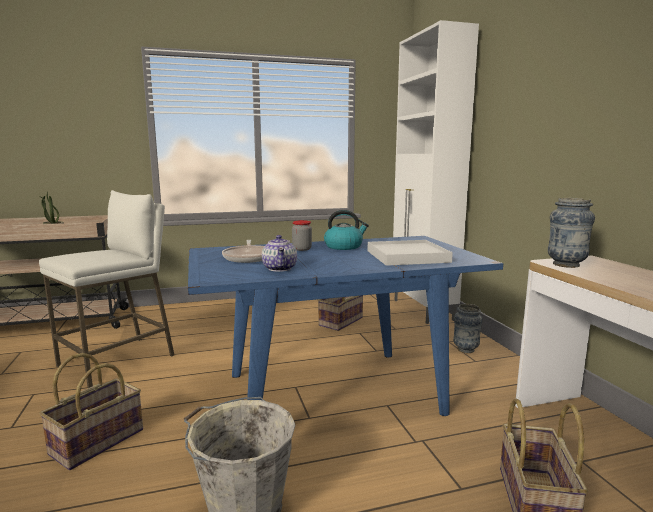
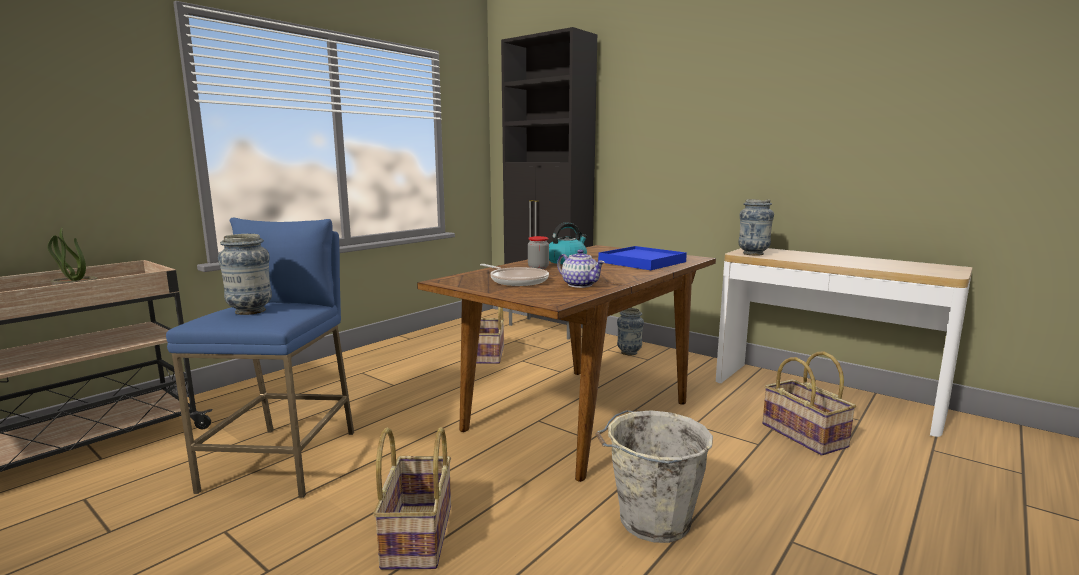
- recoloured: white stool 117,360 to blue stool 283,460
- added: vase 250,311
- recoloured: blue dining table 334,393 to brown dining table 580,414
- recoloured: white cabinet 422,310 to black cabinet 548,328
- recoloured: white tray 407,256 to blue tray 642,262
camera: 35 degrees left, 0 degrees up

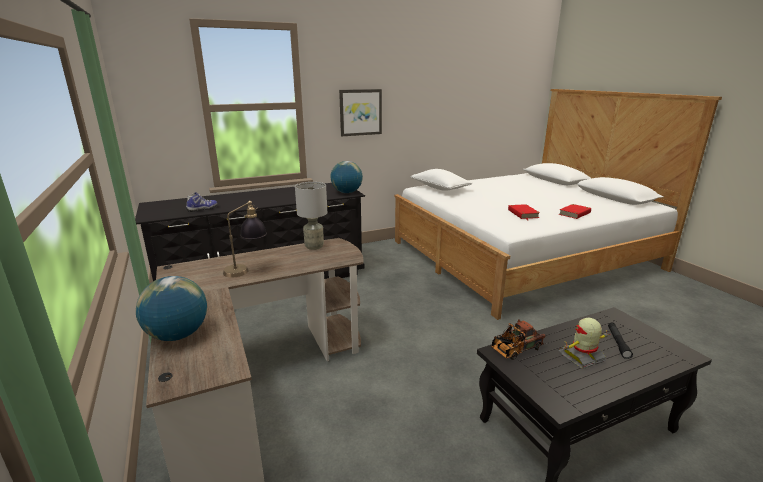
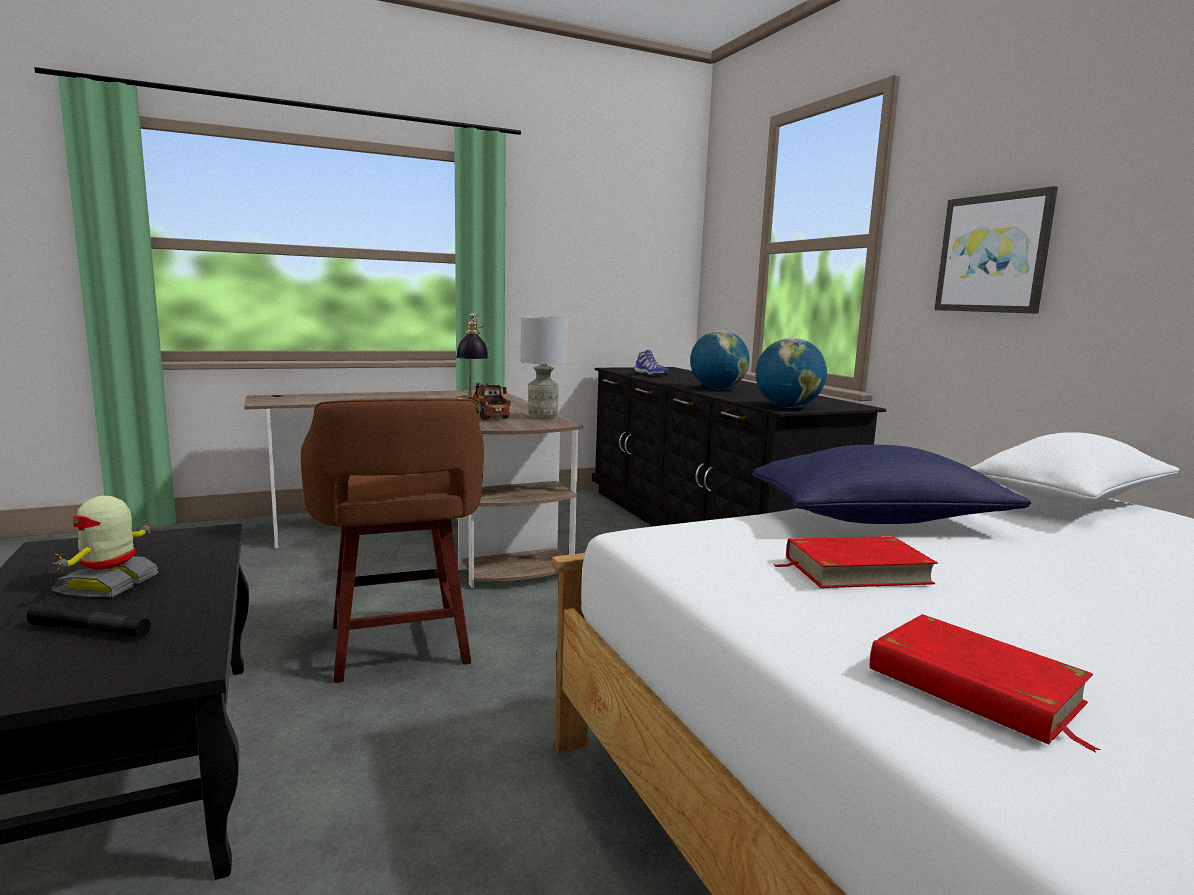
- turned: toy robot 582,357 = 109,584 150 degrees counterclockwise
- added: brown stool 399,647
- moved: toy truck 514,350 to 487,415
- moved: globe 178,335 to 717,389
- added: blue pillow 879,520
camera: 90 degrees right, 10 degrees down

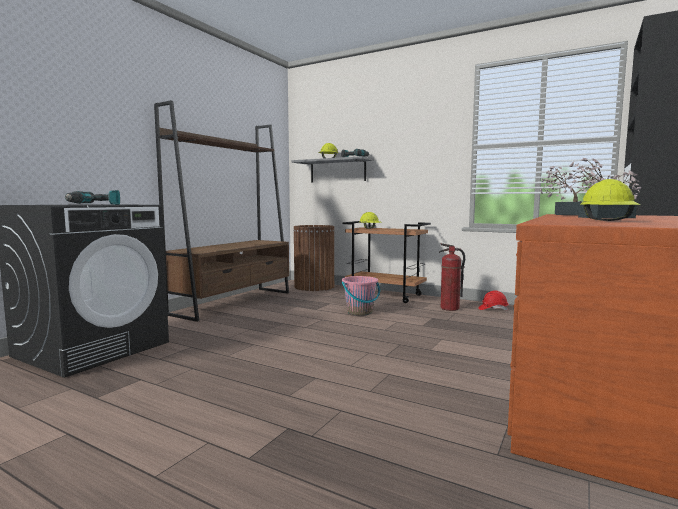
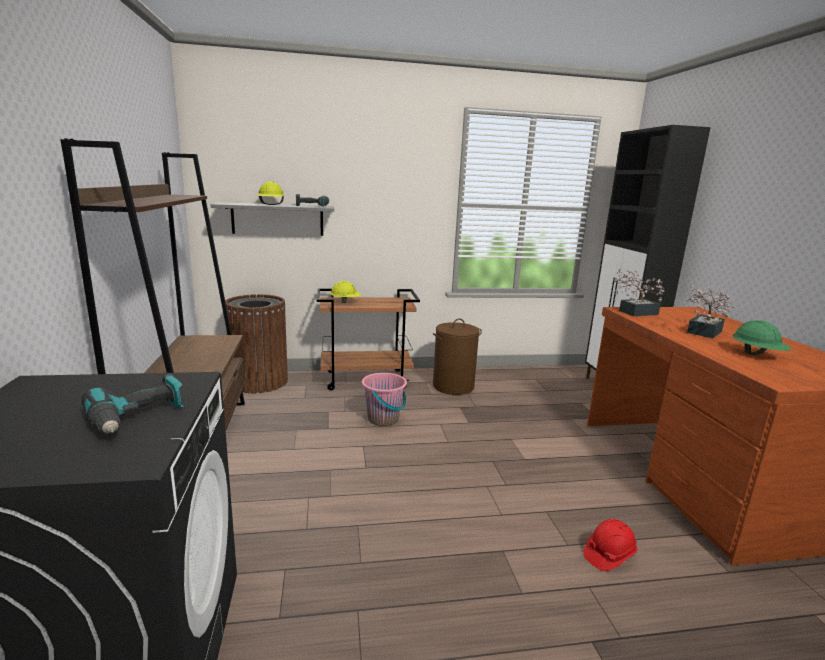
- replaced: fire extinguisher 449,308 to brown laundry basket 453,386
- moved: red hard hat 493,309 to 608,555
- recoloured: yellow hard hat 608,220 to green hard hat 757,354
camera: 40 degrees left, 10 degrees up

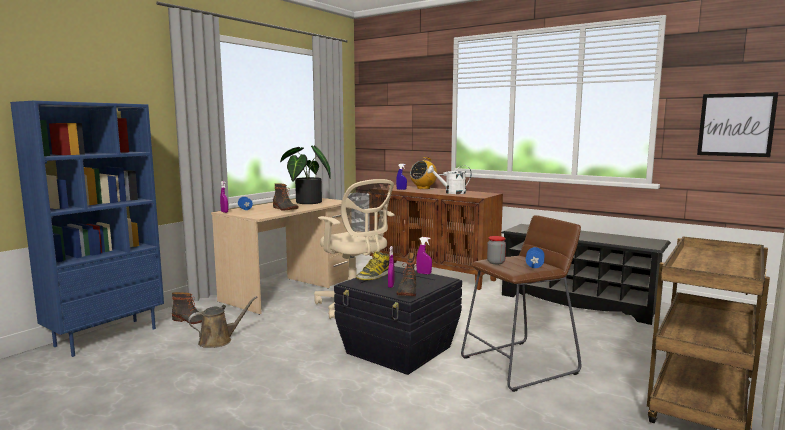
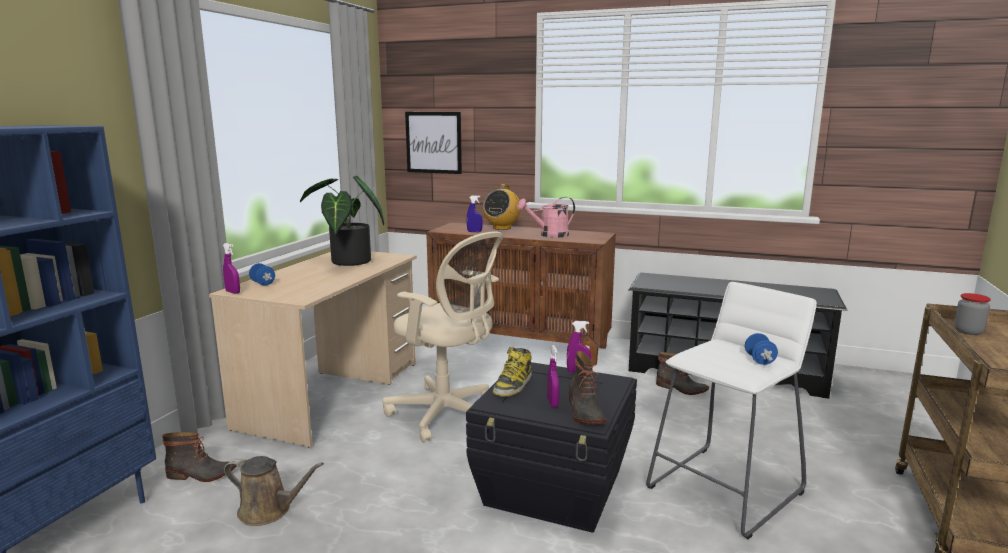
- turned: brown watering can 218,340 = 269,511 60 degrees clockwise
- moved: picture 736,125 to 433,142
- recoloured: white watering can 451,192 to pink watering can 549,235
- recoloured: brown stool 519,365 to white stool 725,489
- moved: boot 284,209 to 681,389
- moved: jar 496,262 to 968,331
camera: 15 degrees left, 5 degrees up

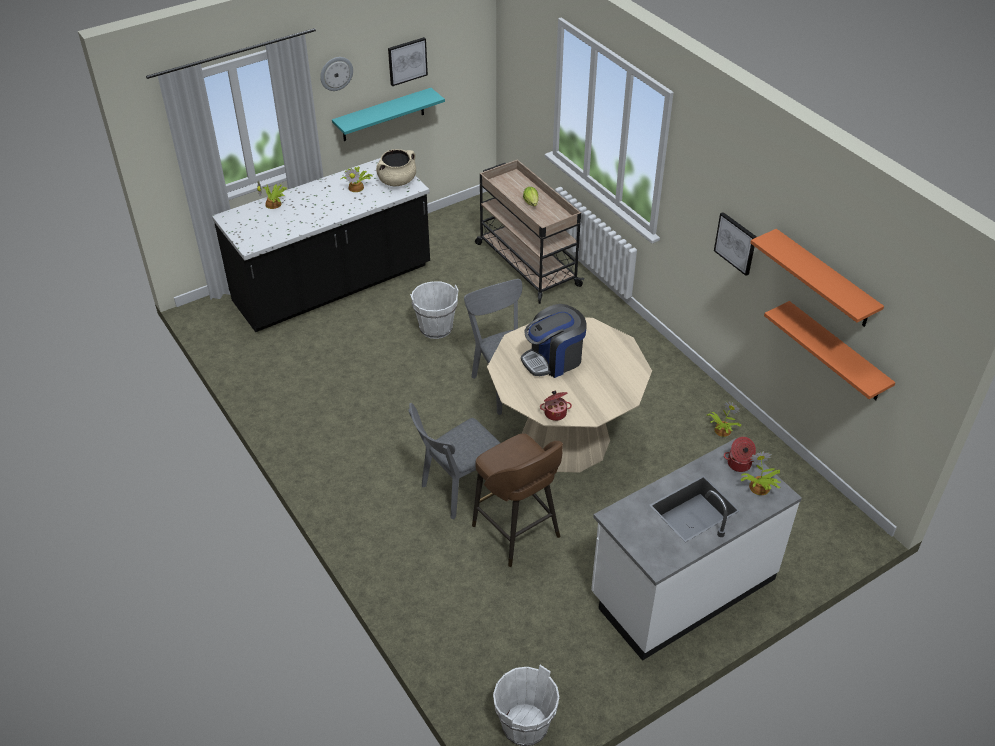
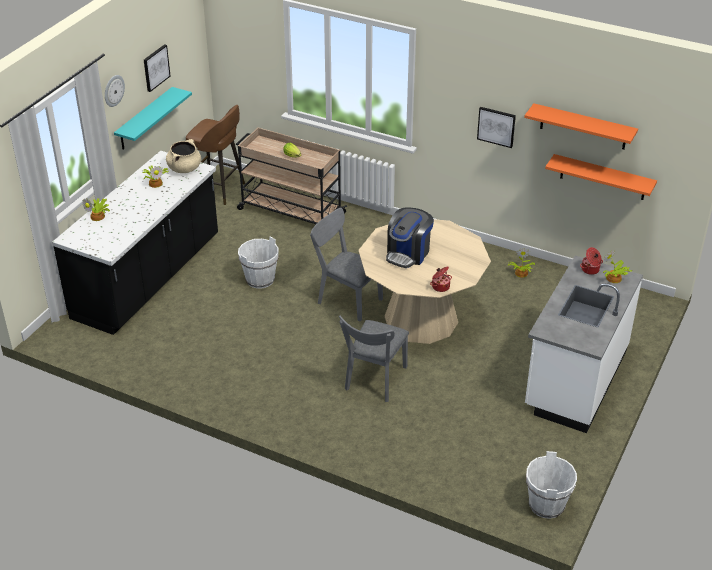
- moved: brown stool 517,533 to 218,190
camera: 30 degrees left, 5 degrees down

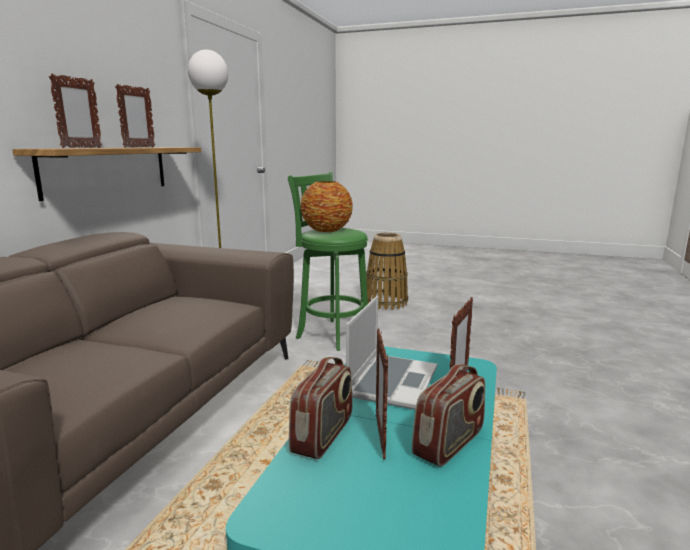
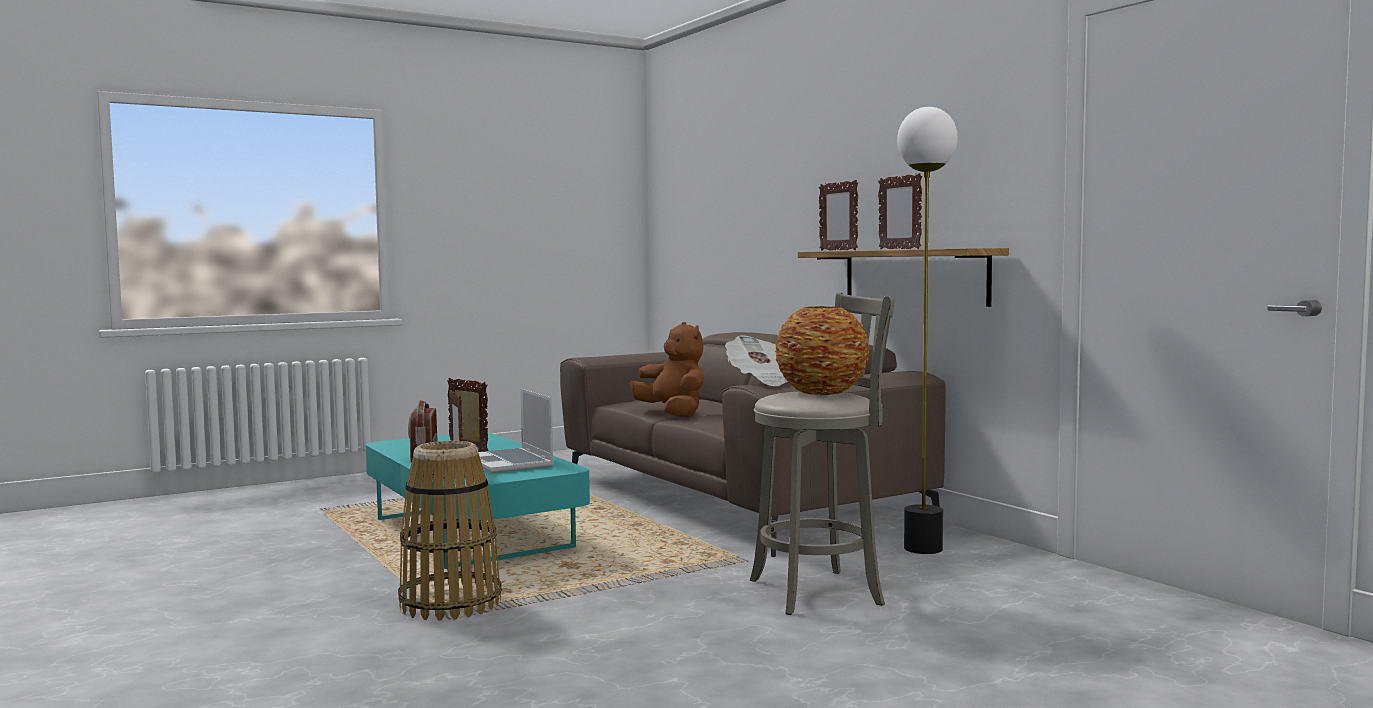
- moved: basket 386,303 to 450,603
- added: brown plush toy 673,414
- added: newspaper 762,382
- recoloured: green stool 331,333 to grey stool 822,591
- removed: radio 323,435
camera: 130 degrees right, 10 degrees down

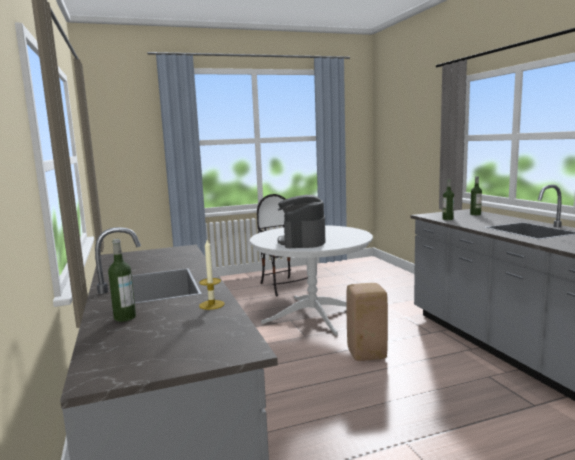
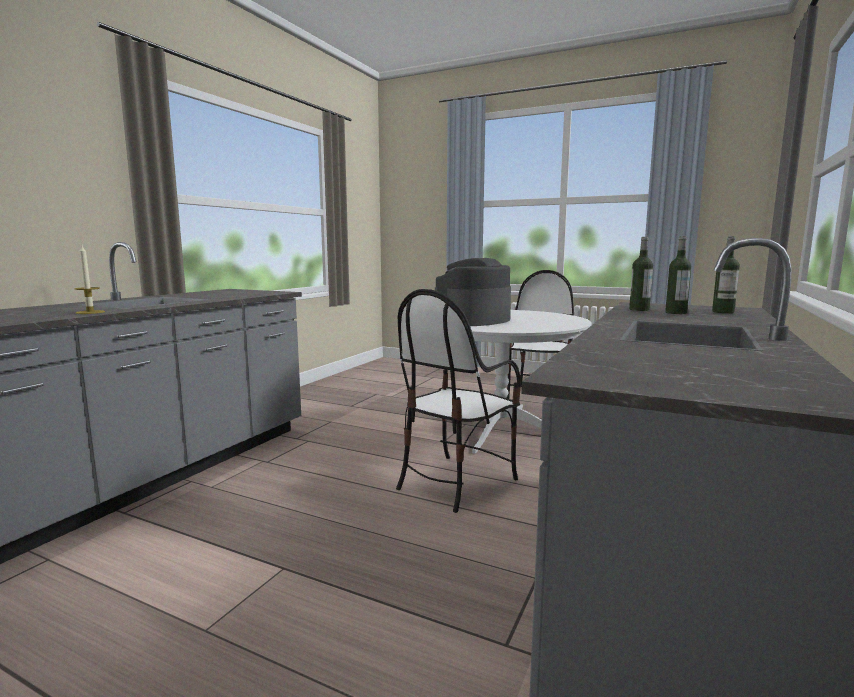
- replaced: beige stool 366,354 to chair 455,482
- moved: bottle 125,317 to 675,312
camera: 45 degrees right, 0 degrees up

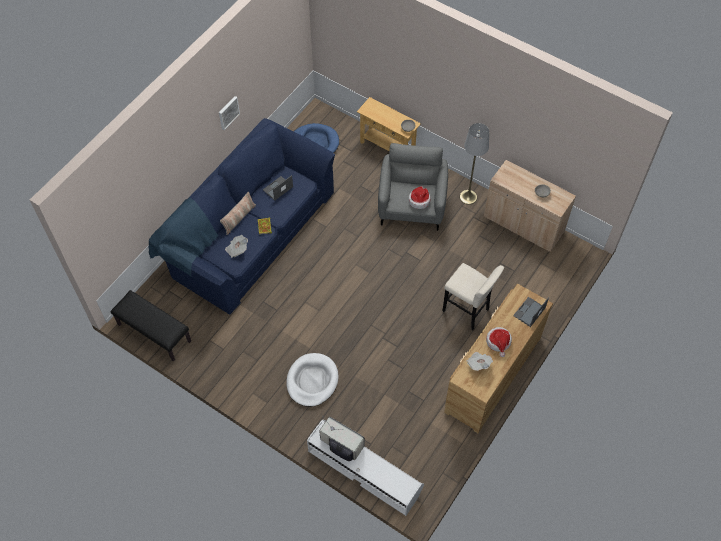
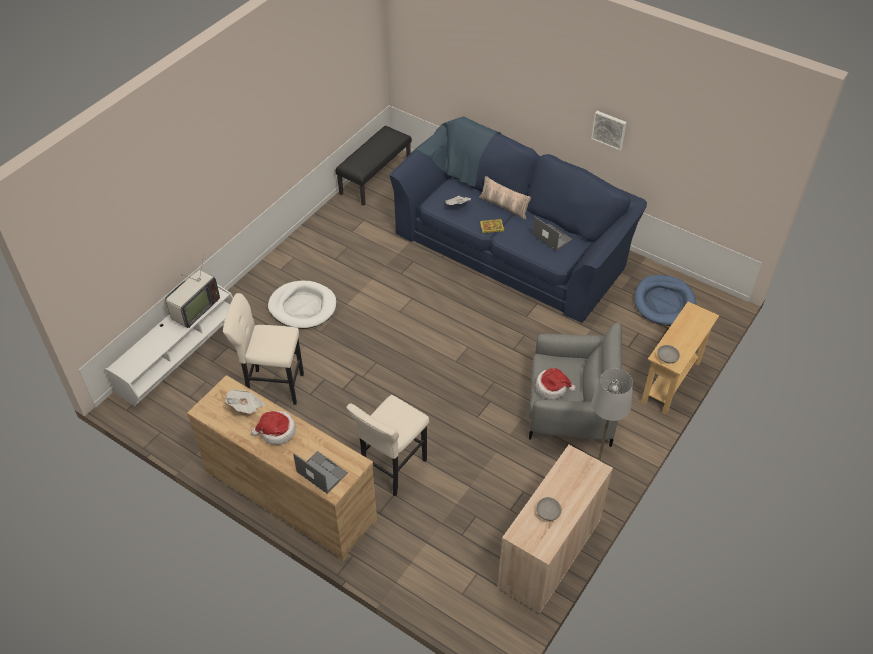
- added: beige stool 272,386
camera: 90 degrees right, 10 degrees down

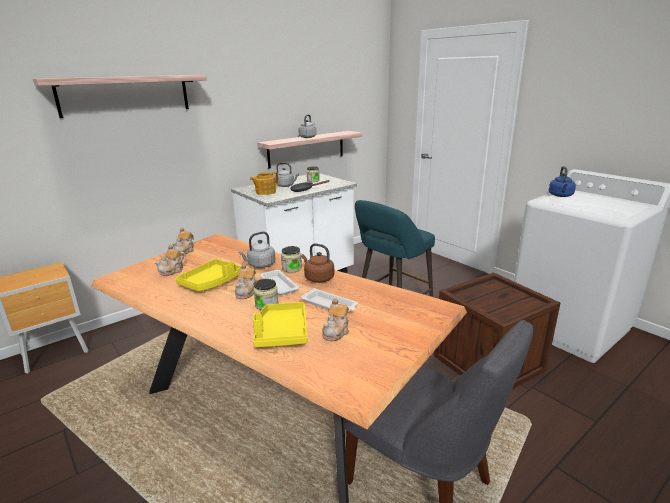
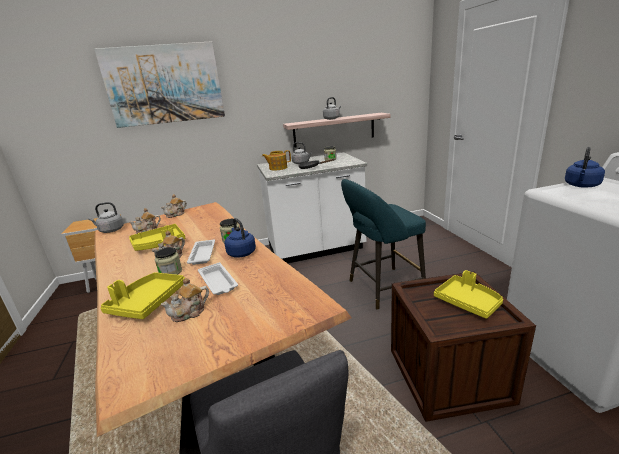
- moved: grey kettle 260,265 to 110,230
- replaced: shelf 125,95 to picture 164,85
- recoloured: brown kettle 318,278 to blue kettle 241,252
- added: yellow tray 467,302
camera: 25 degrees right, 0 degrees up

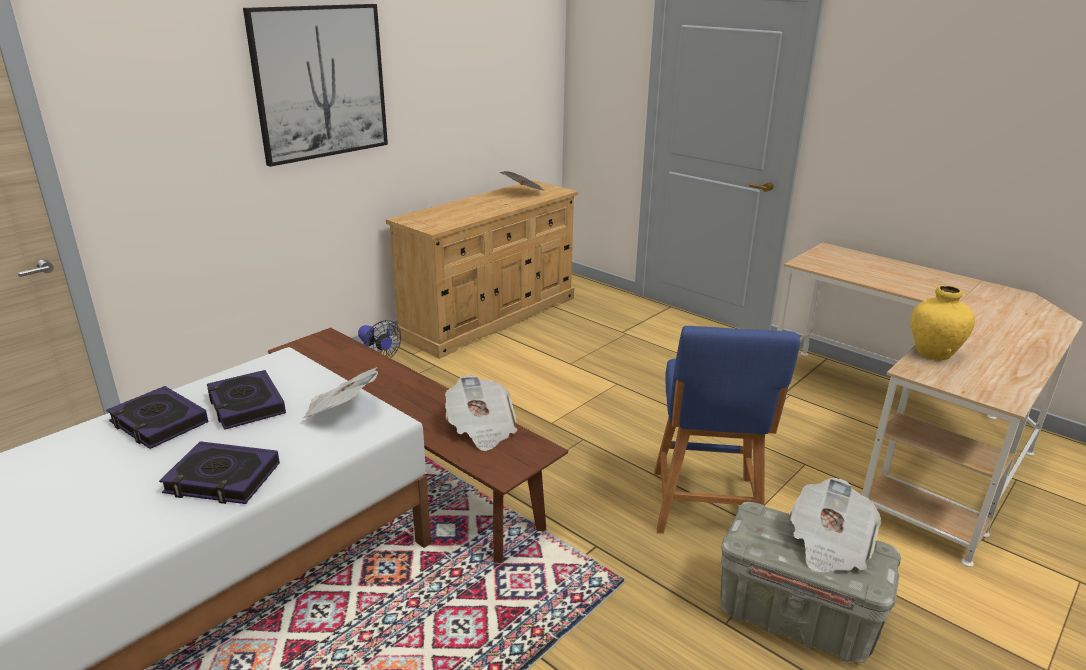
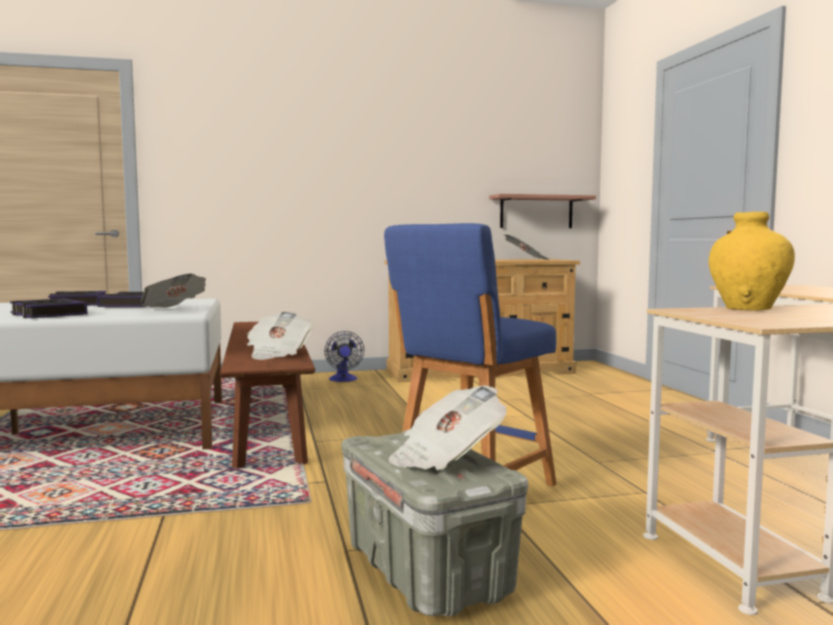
- added: shelf 536,212
- removed: picture 320,82
camera: 35 degrees right, 20 degrees down

